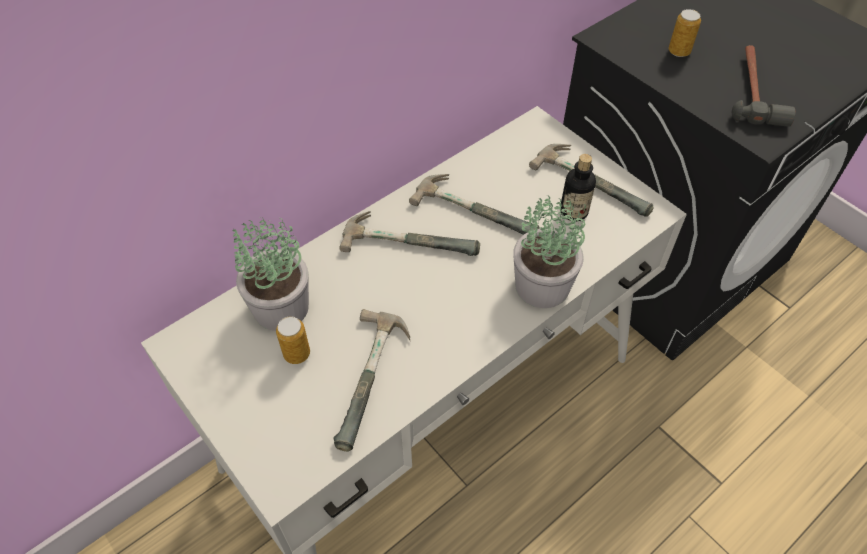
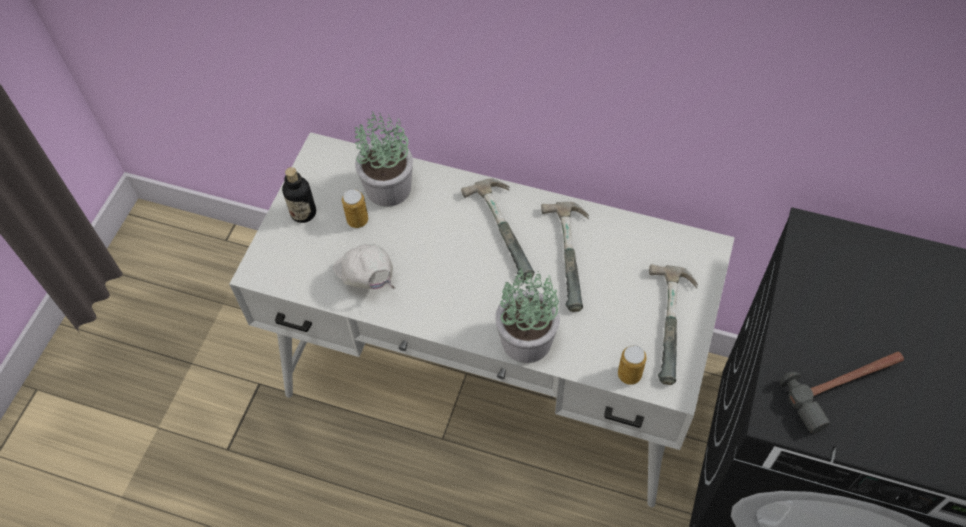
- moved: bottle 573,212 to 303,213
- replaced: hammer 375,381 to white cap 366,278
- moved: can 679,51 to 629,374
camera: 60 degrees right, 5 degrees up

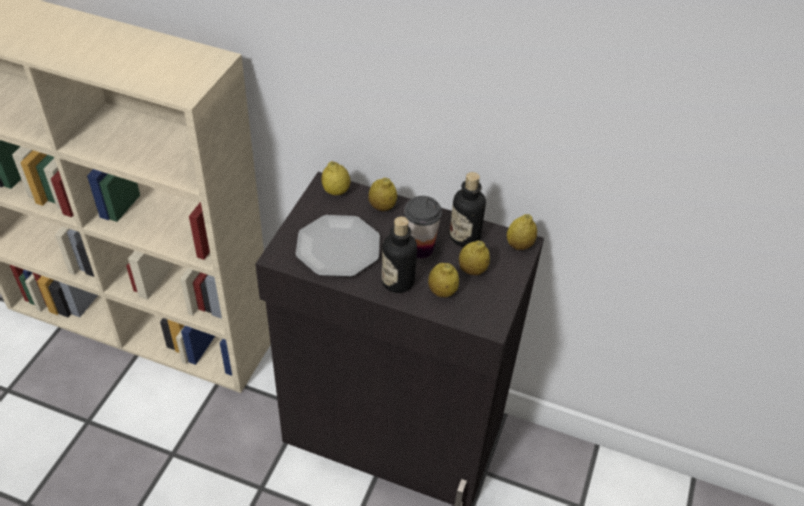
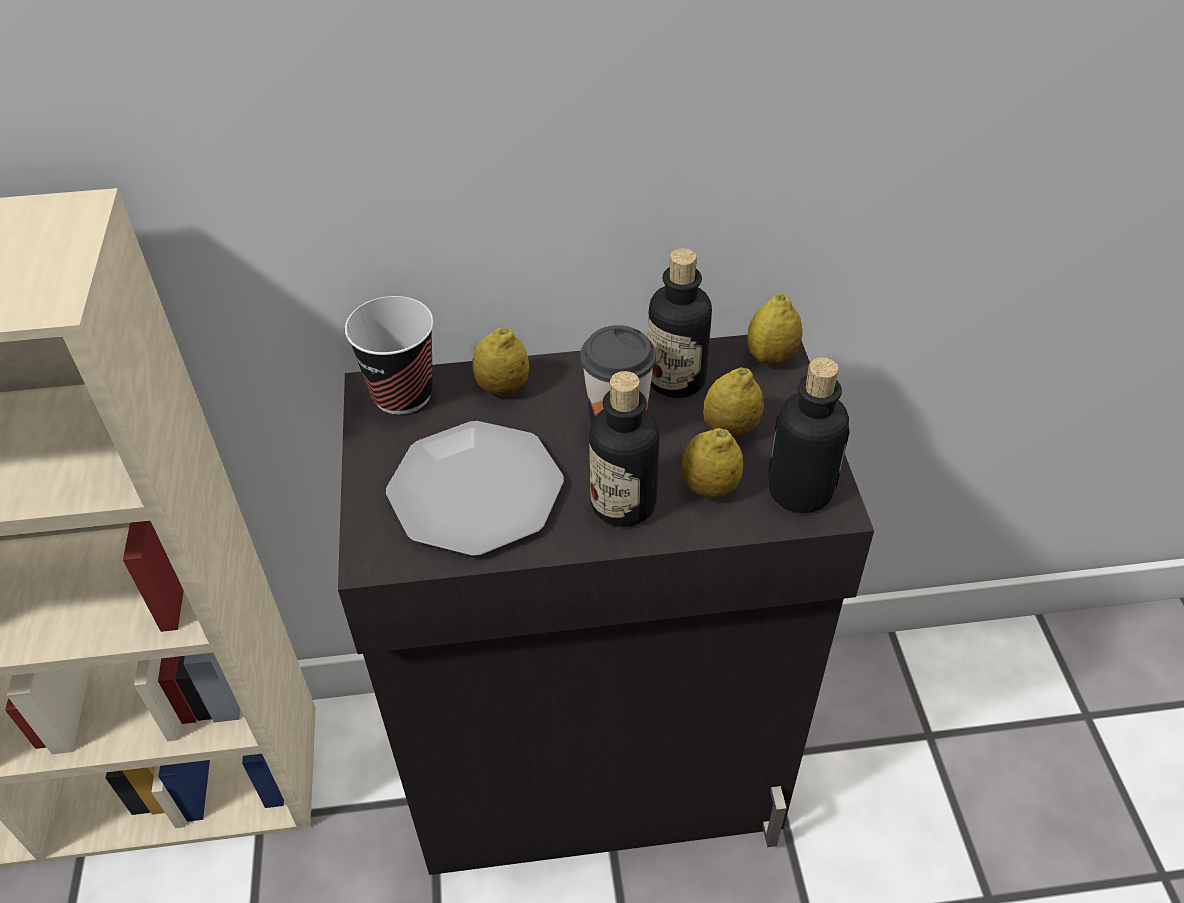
- replaced: lemon 336,191 to cup 402,394
- added: bottle 800,491
camera: 25 degrees left, 0 degrees up

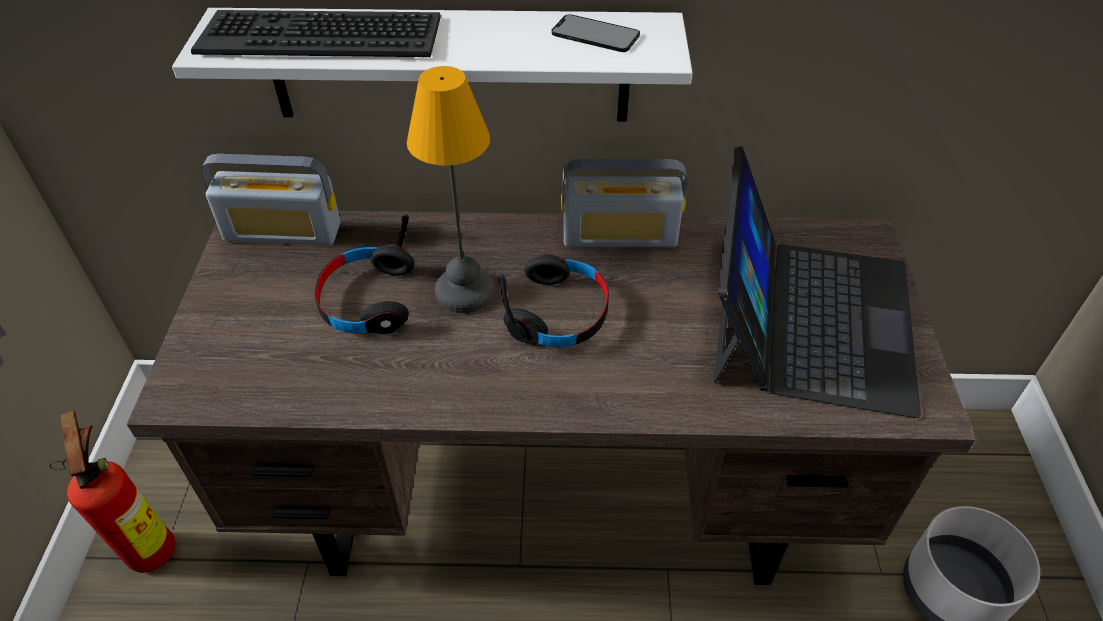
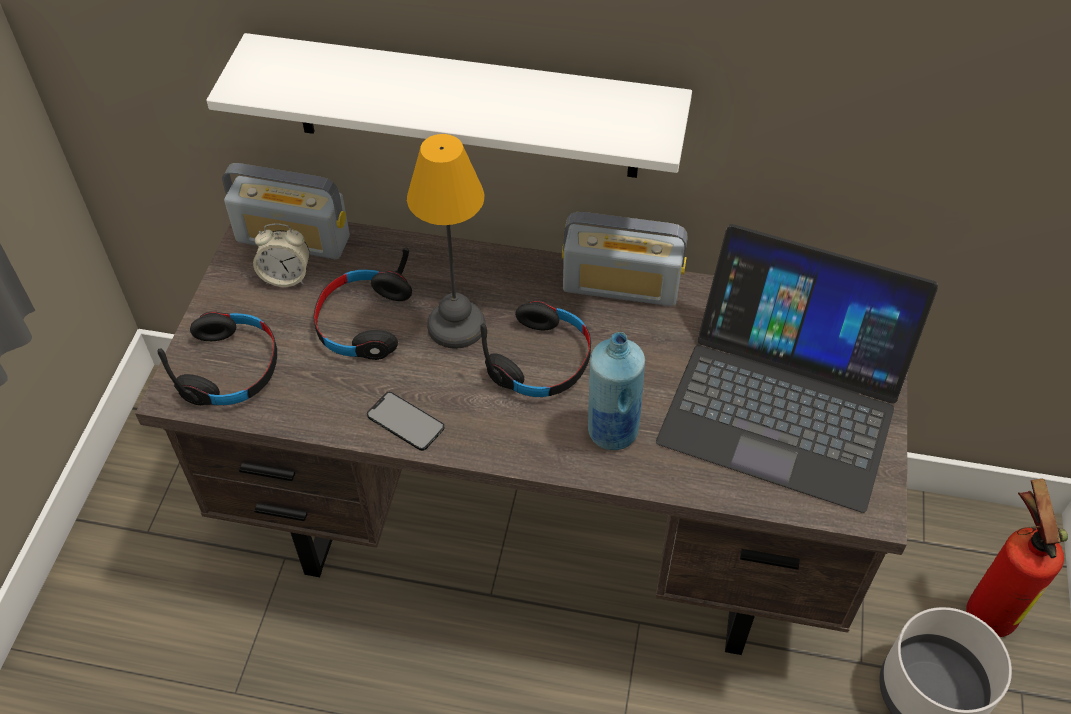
- added: black headphones 231,368
- added: alarm clock 286,277
- moved: phone 595,34 to 405,421
- added: blue bottle 611,432
- turned: laptop 808,319 = 784,401 90 degrees clockwise
- moved: fire extinguisher 152,545 to 986,609
- removed: keyboard 321,35
camera: 10 degrees right, 5 degrees up

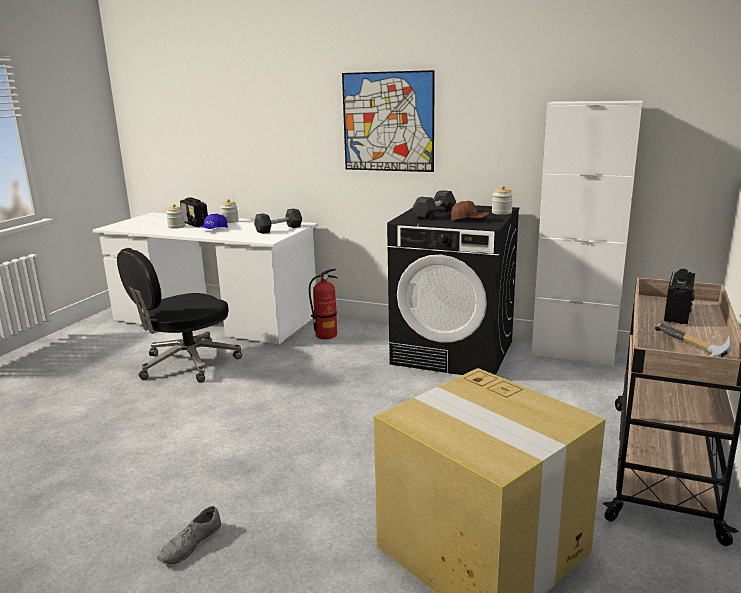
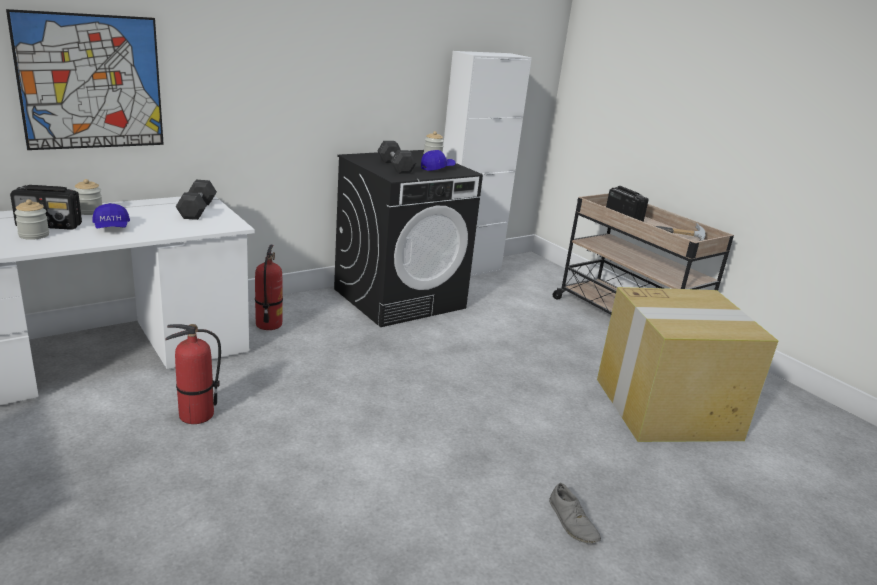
- moved: picture 388,122 to 91,82
- replaced: black office chair 187,363 to fire extinguisher 196,415
- recoloured: brown cap 469,220 to blue cap 437,168
camera: 60 degrees left, 5 degrees up

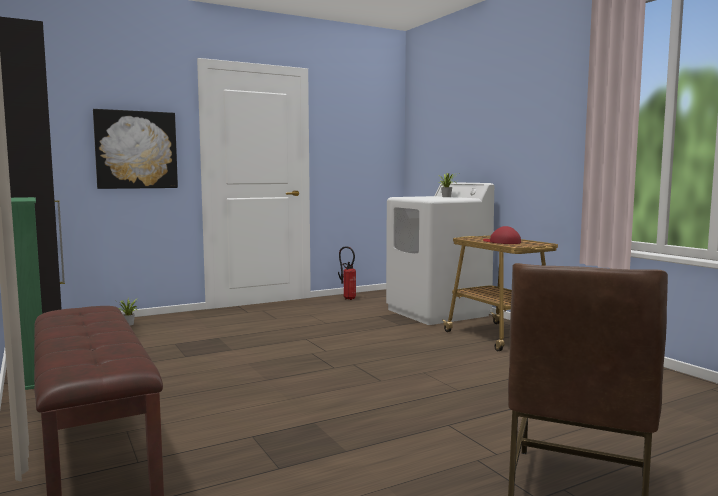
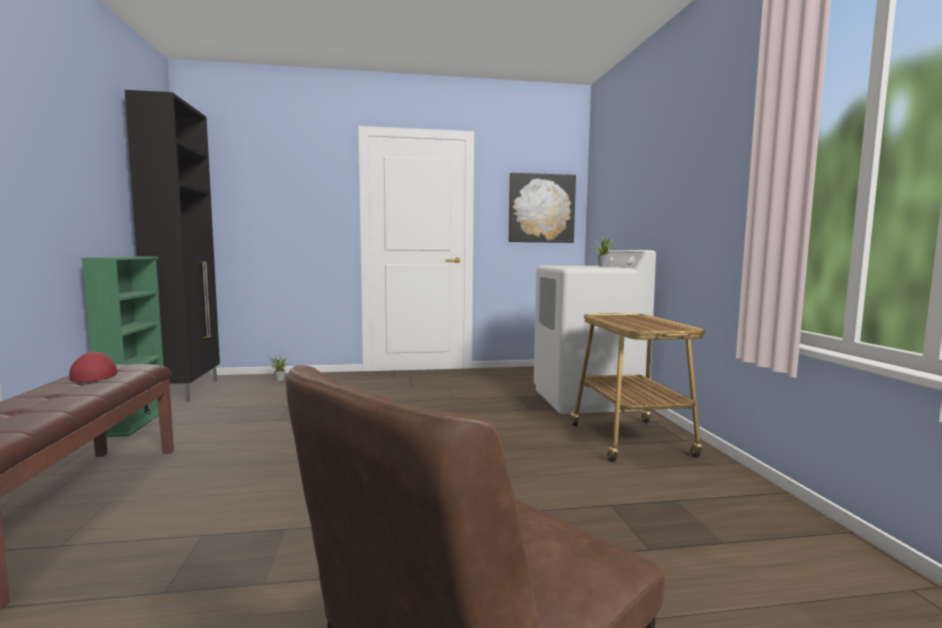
- moved: red cap 502,242 to 95,375
- moved: picture 136,150 to 541,208
- removed: fire extinguisher 348,298
camera: 20 degrees right, 0 degrees up

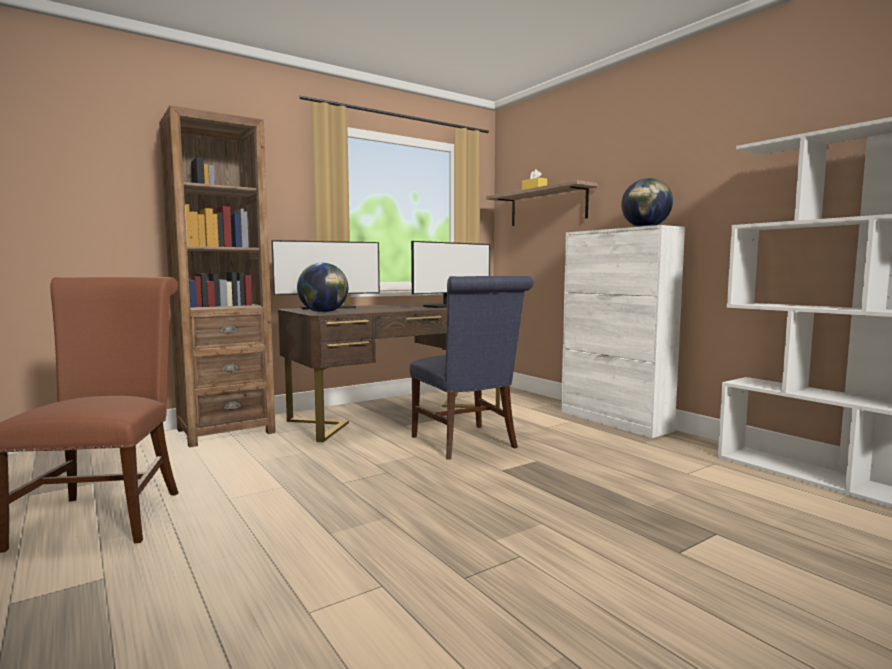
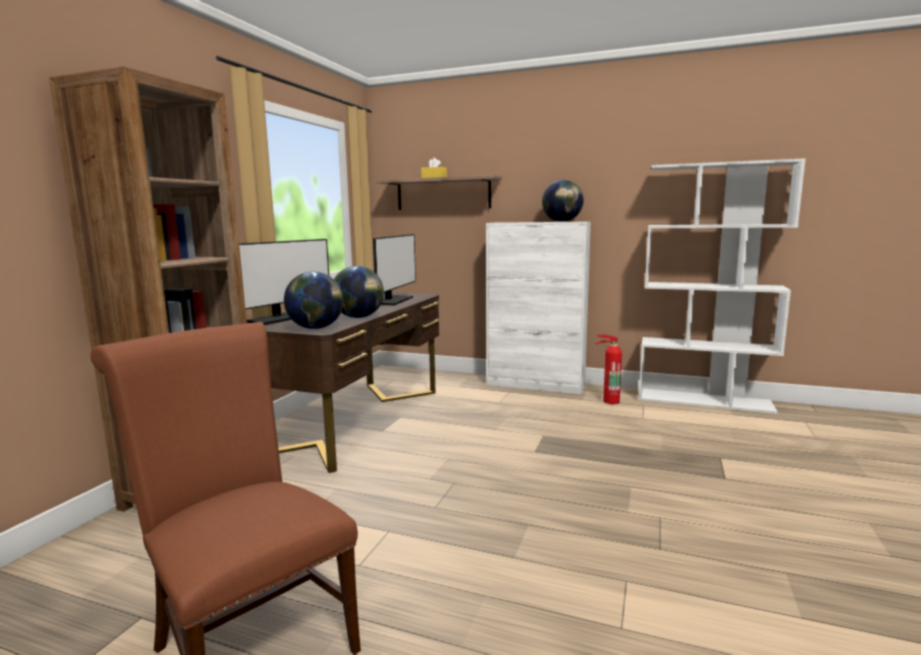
- added: globe 359,317
- added: fire extinguisher 609,401
- removed: blue chair 467,443
camera: 35 degrees left, 5 degrees up

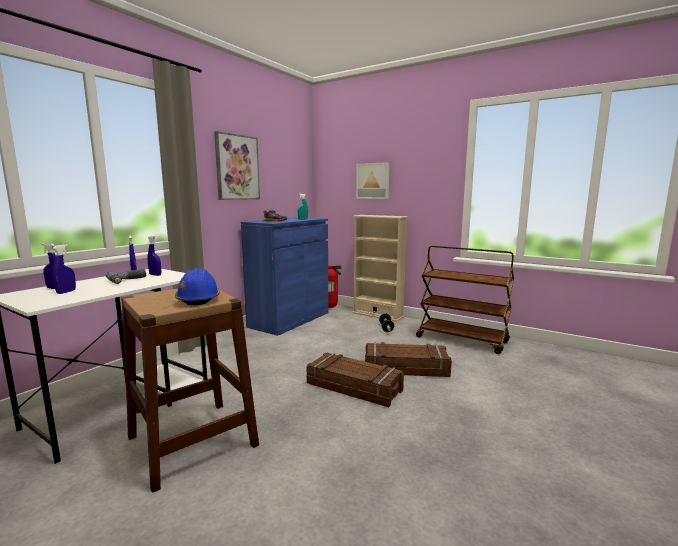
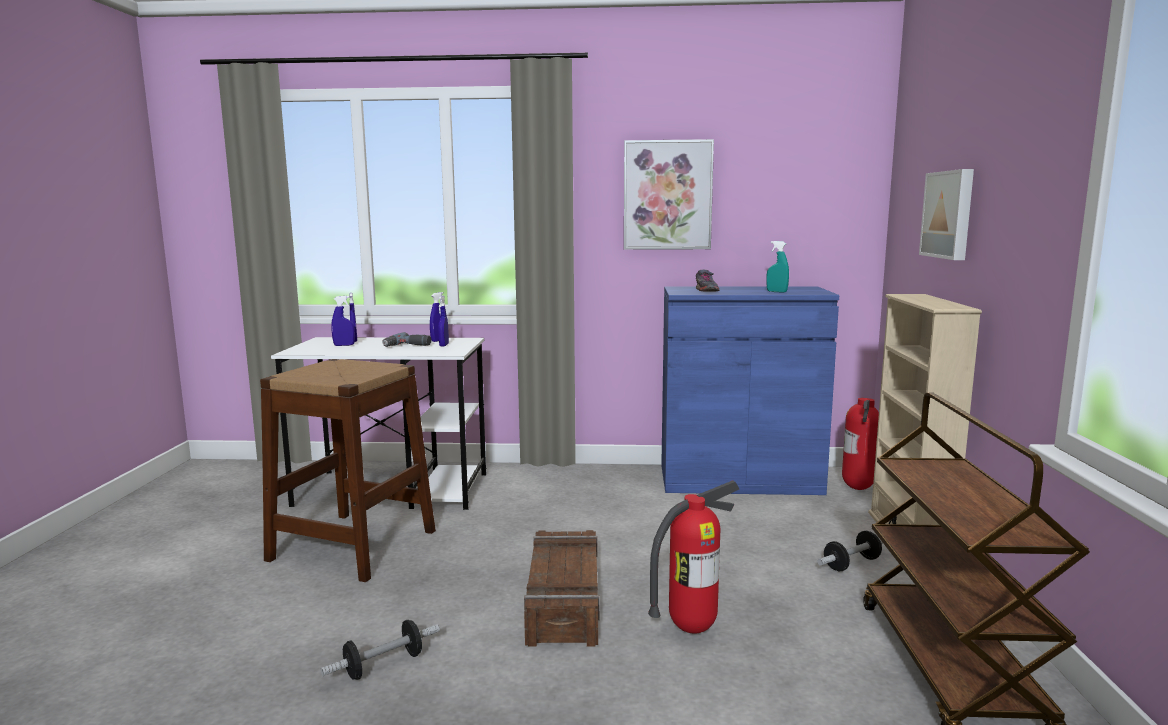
- added: dumbbell 383,665
- replaced: crate 405,368 to fire extinguisher 692,628
- removed: blue hard hat 198,299
camera: 60 degrees right, 0 degrees up

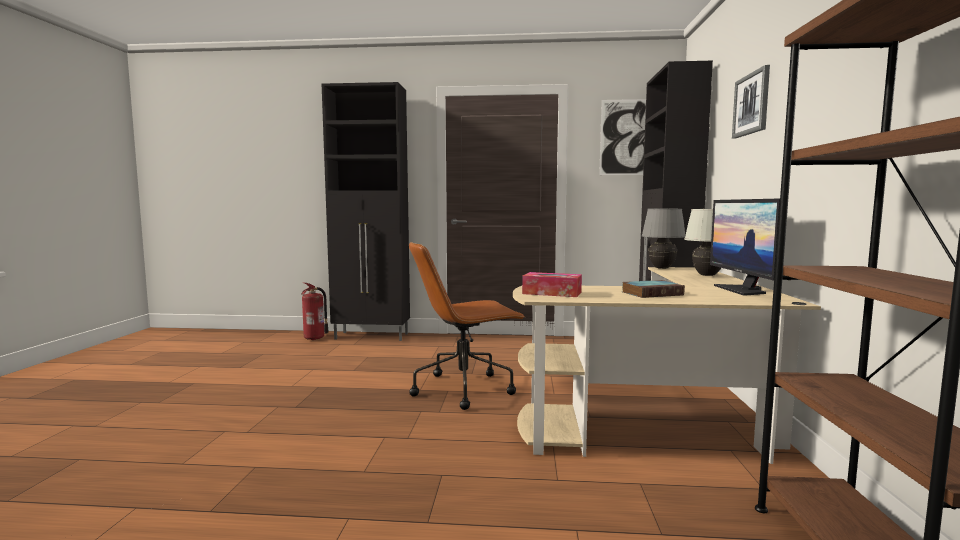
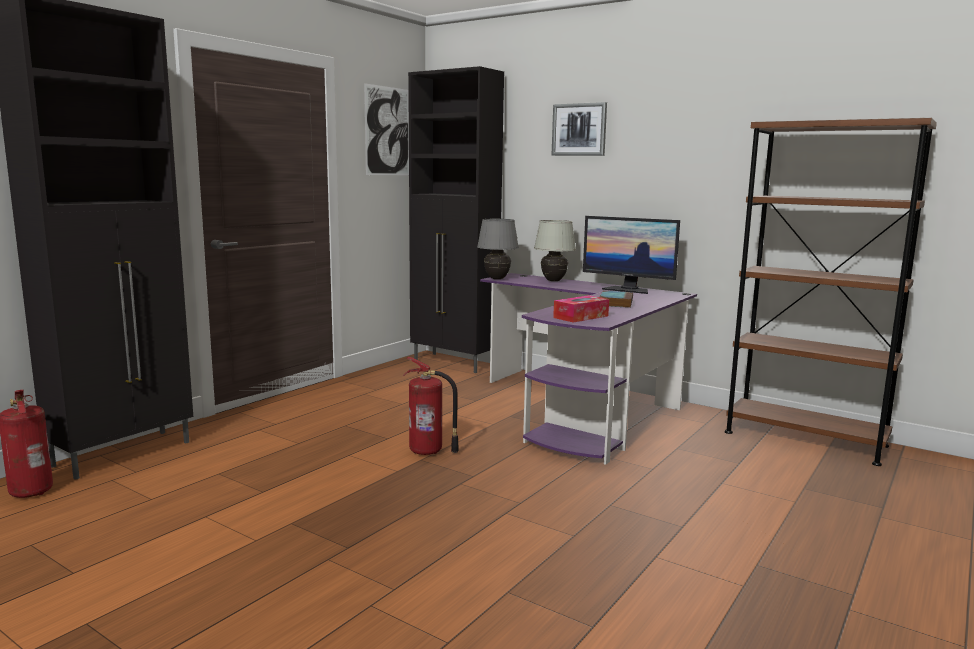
- replaced: brown office chair 465,389 to fire extinguisher 428,452
- recoloured: beige desk 664,417 to purple desk 585,408
camera: 60 degrees left, 5 degrees up

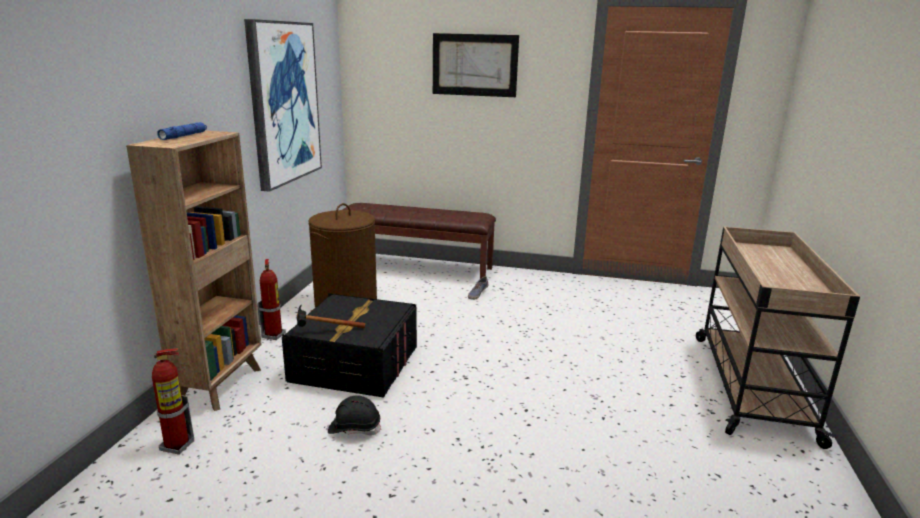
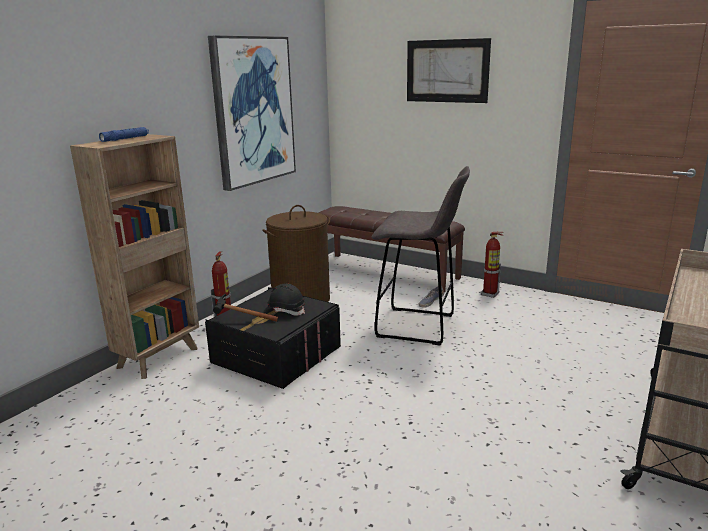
- moved: black hard hat 354,428 to 285,310
- added: grey stool 418,326
- moved: fire extinguisher 177,446 to 490,294
camera: 20 degrees right, 0 degrees up

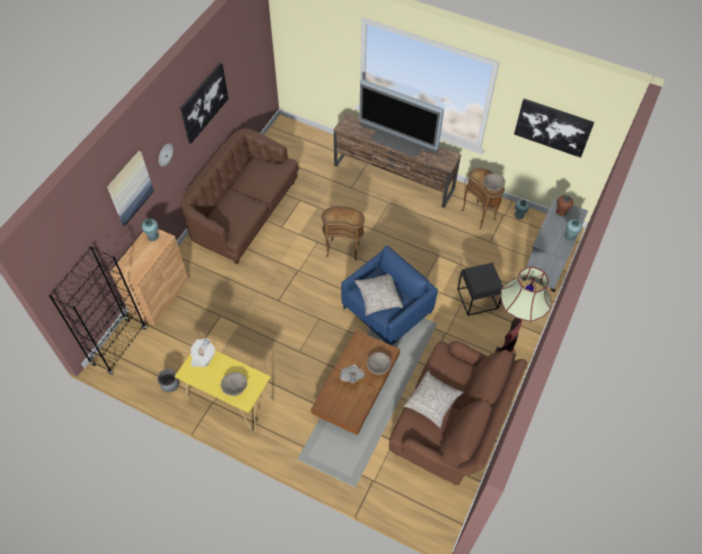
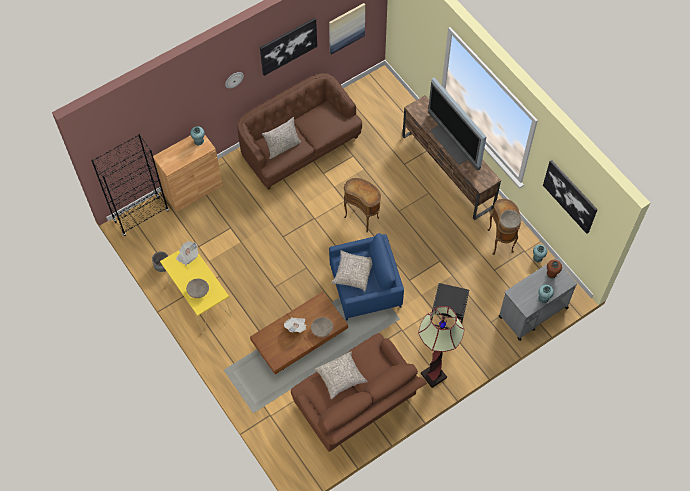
- added: grey pillow 282,147
- moved: picture 130,188 to 346,28
camera: 30 degrees right, 5 degrees up

